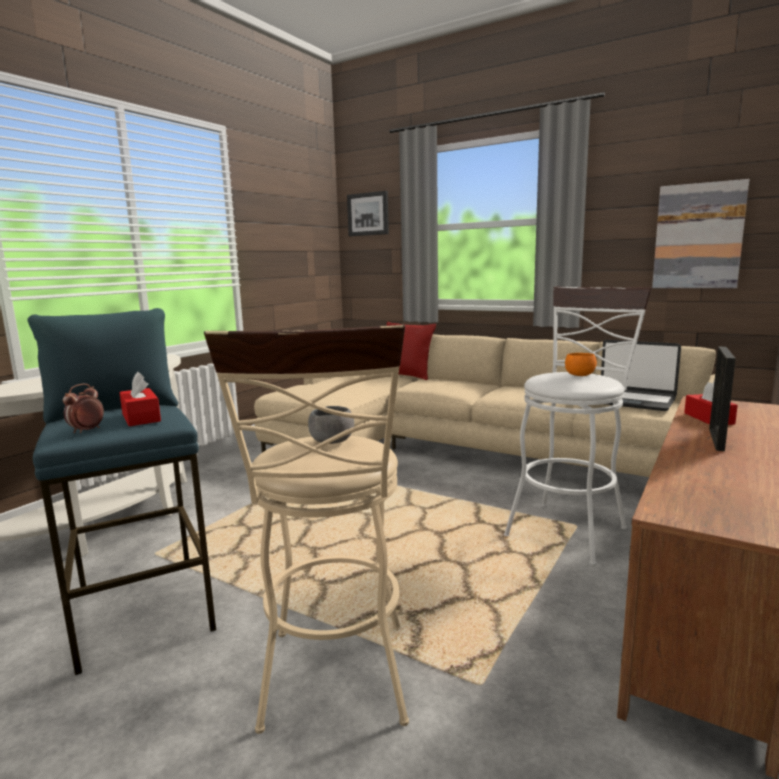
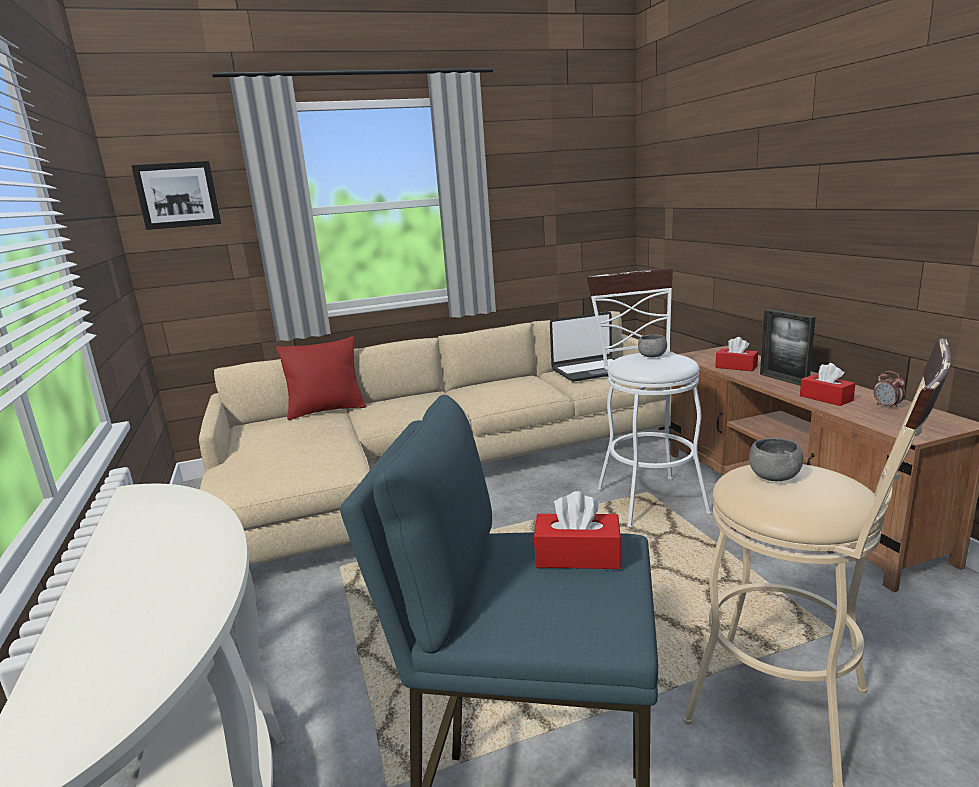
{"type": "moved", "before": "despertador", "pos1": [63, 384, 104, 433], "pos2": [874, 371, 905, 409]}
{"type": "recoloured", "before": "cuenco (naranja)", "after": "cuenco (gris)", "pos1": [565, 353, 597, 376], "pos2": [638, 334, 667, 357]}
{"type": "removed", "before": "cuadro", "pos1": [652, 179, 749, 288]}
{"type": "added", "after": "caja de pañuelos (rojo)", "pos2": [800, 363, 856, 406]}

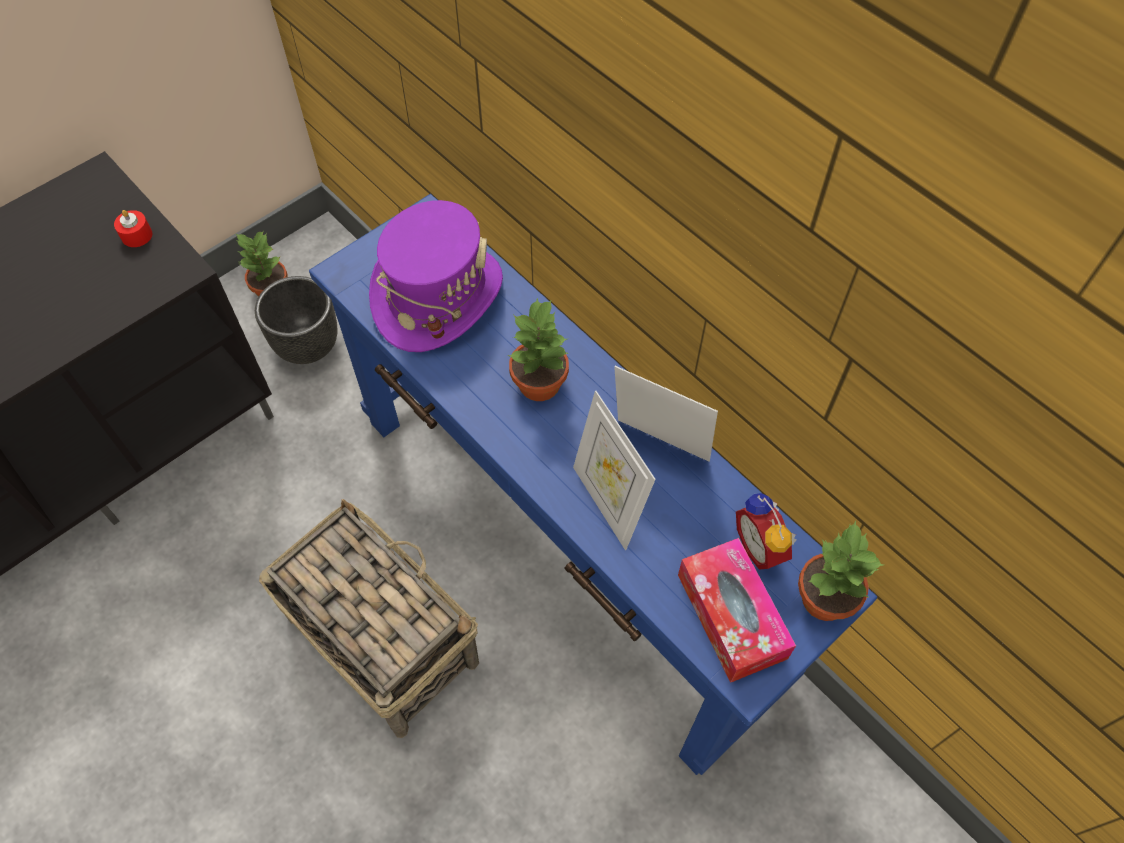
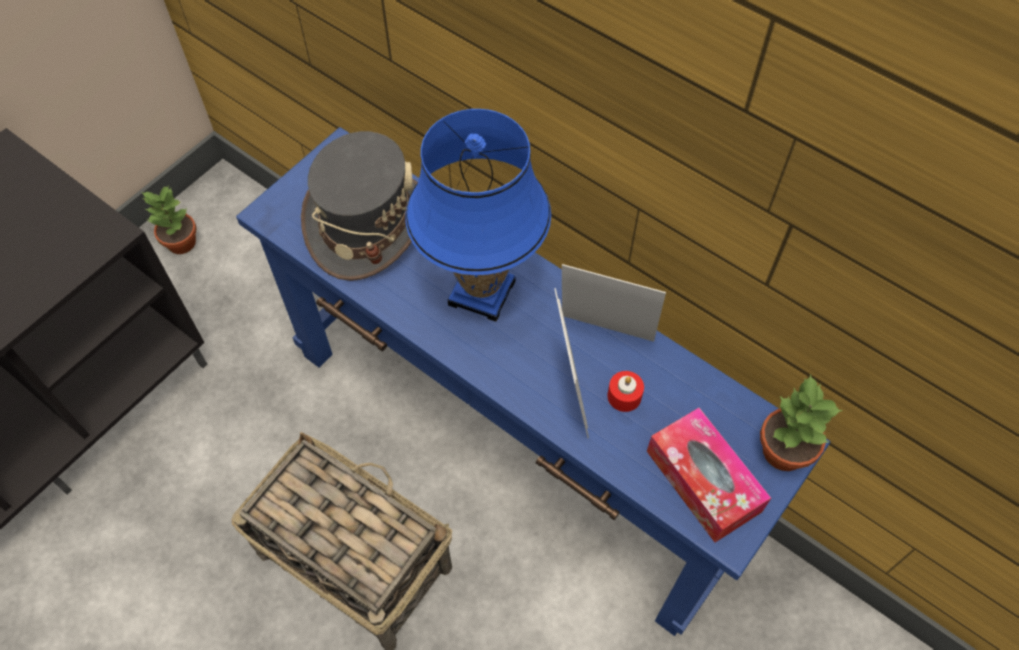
{"type": "moved", "before": "vela (rojo)", "pos1": [114, 210, 152, 247], "pos2": [607, 371, 644, 412]}
{"type": "removed", "before": "maceta (negro)", "pos1": [255, 276, 337, 364]}
{"type": "recoloured", "before": "sombrero (morado)", "after": "sombrero (gris)", "pos1": [369, 200, 503, 352], "pos2": [301, 131, 418, 281]}
{"type": "replaced", "before": "planta en maceta", "after": "lámpara de mesa (azul)", "pos1": [508, 298, 569, 401], "pos2": [405, 109, 551, 322]}
{"type": "turned", "before": "portarretratos", "pos1": [573, 391, 655, 550], "pos2": [554, 288, 589, 438], "turn": -150}
{"type": "removed", "before": "despertador", "pos1": [736, 493, 797, 569]}

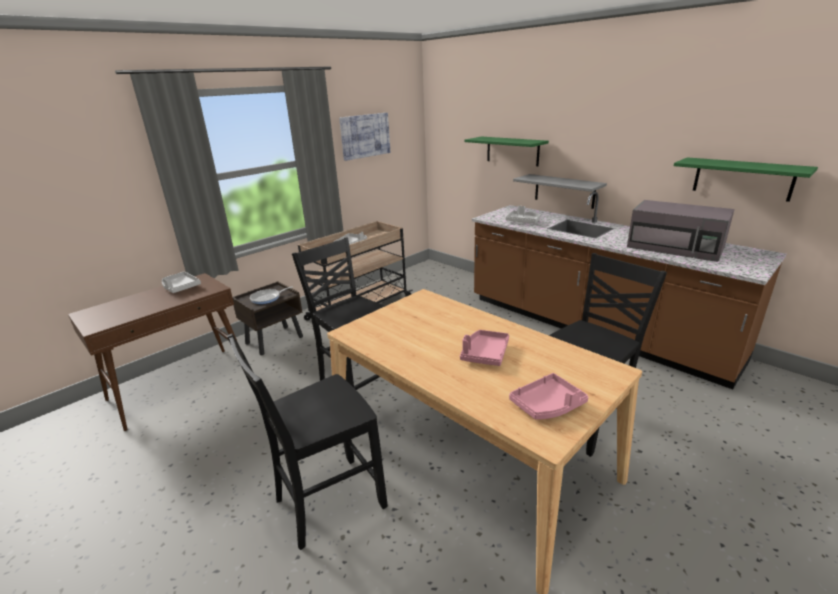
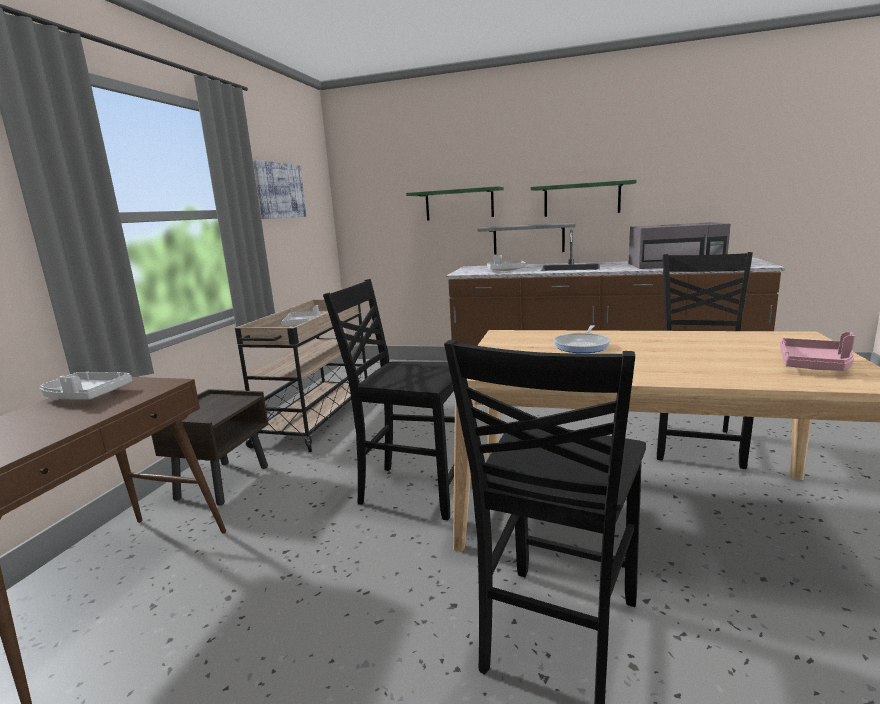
{"type": "moved", "before": "sartén", "pos1": [250, 286, 293, 304], "pos2": [554, 325, 611, 353]}
{"type": "removed", "before": "bandeja (rosa)", "pos1": [460, 330, 509, 366]}
{"type": "moved", "before": "estante (verde)", "pos1": [674, 157, 818, 202], "pos2": [531, 180, 636, 217]}

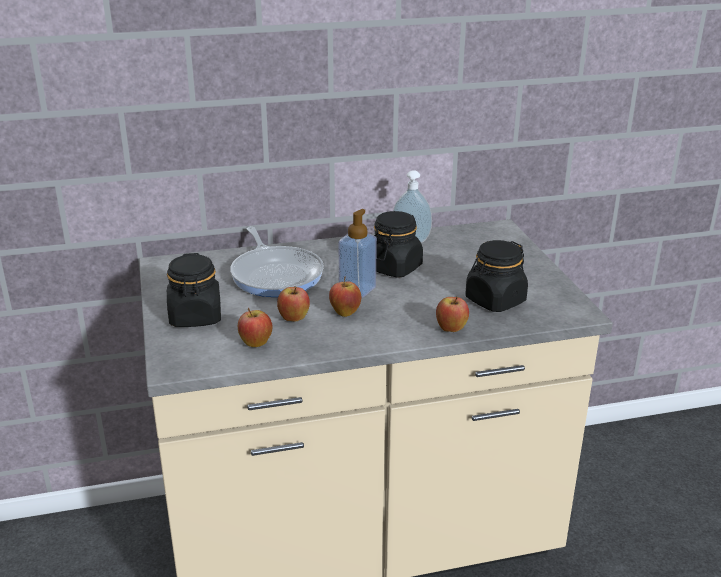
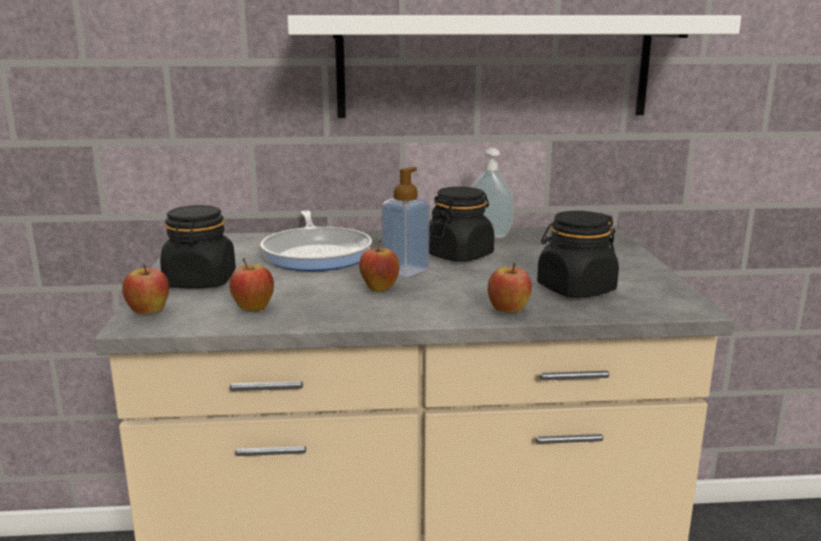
{"type": "moved", "before": "manzana", "pos1": [277, 286, 310, 322], "pos2": [122, 264, 169, 314]}
{"type": "added", "after": "estante (blanco)", "pos2": [287, 15, 741, 118]}

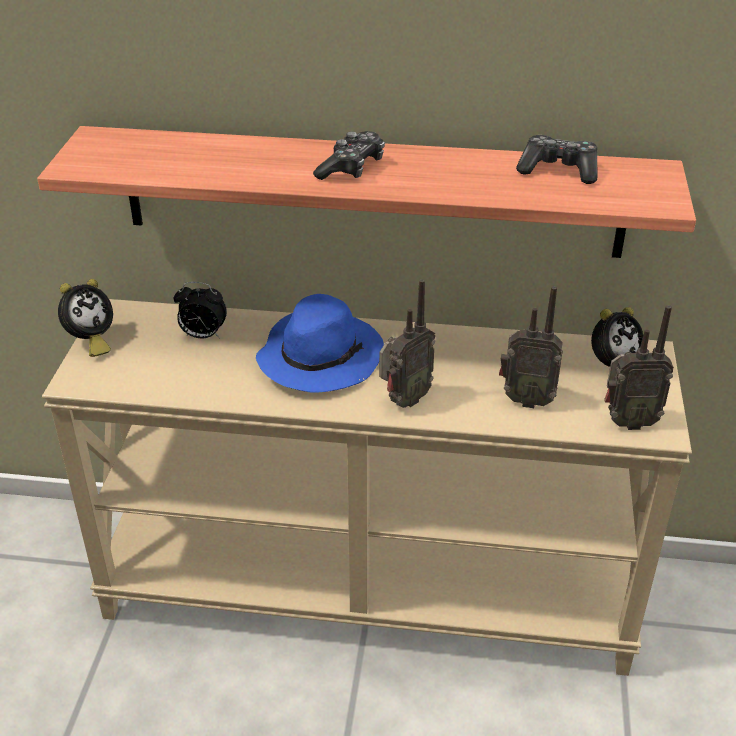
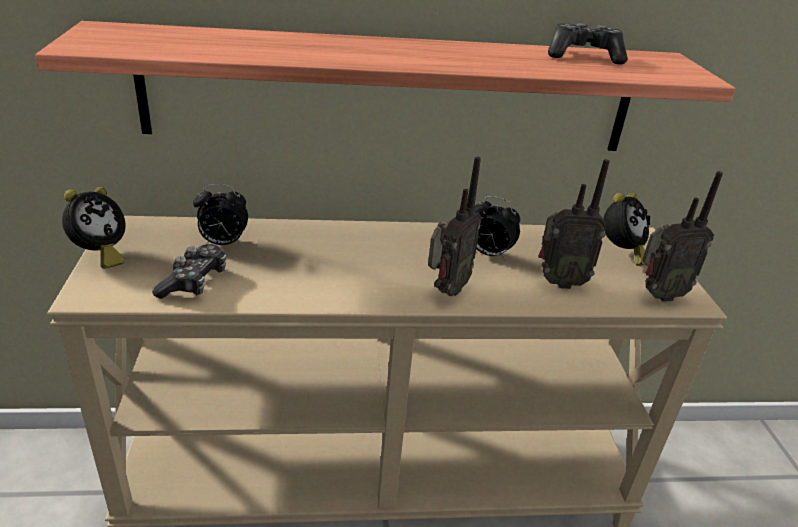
{"type": "removed", "before": "sombrero (azul)", "pos1": [256, 294, 384, 393]}
{"type": "moved", "before": "mando de consola", "pos1": [313, 131, 385, 180], "pos2": [152, 244, 227, 299]}
{"type": "added", "after": "despertador", "pos2": [475, 196, 520, 260]}

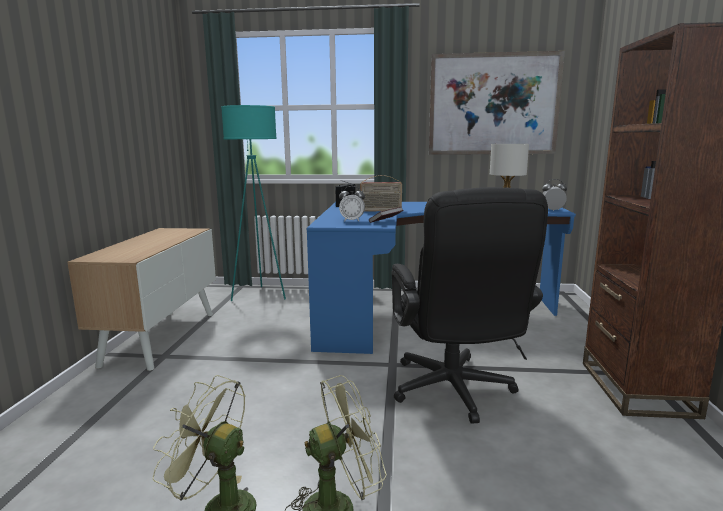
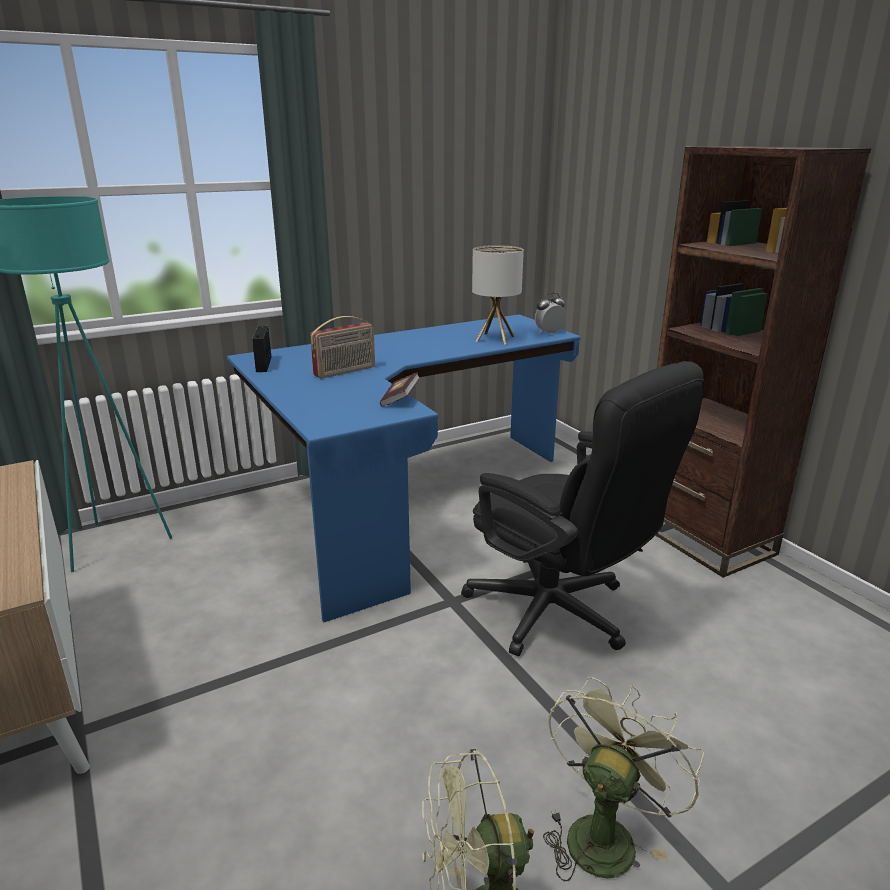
{"type": "removed", "before": "despertador", "pos1": [339, 186, 365, 222]}
{"type": "removed", "before": "cuadro", "pos1": [429, 51, 565, 155]}

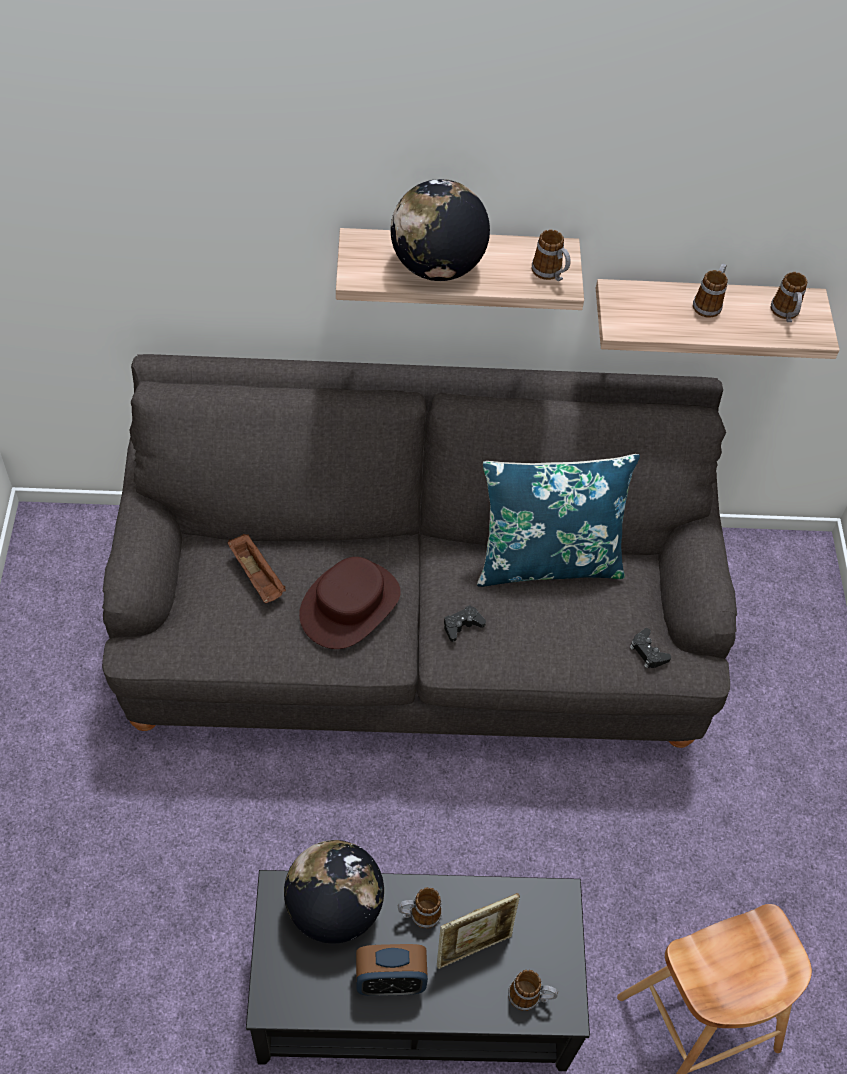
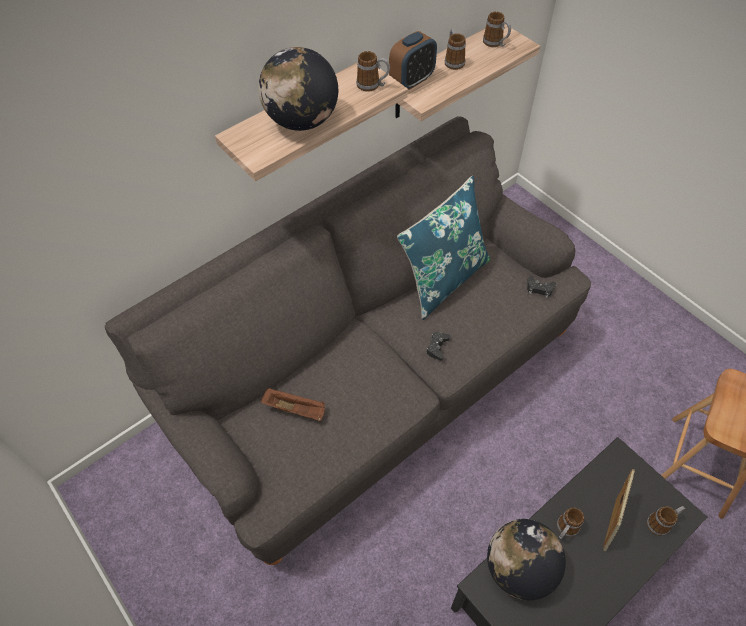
{"type": "removed", "before": "sombrero (marrón)", "pos1": [299, 557, 401, 649]}
{"type": "moved", "before": "despertador", "pos1": [356, 944, 428, 996], "pos2": [389, 31, 437, 90]}

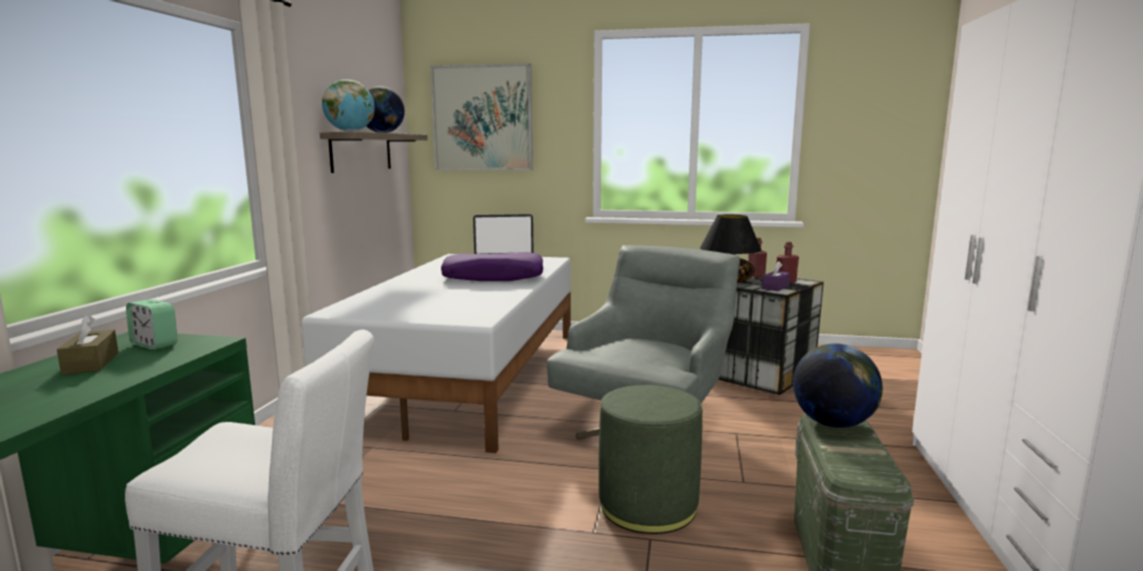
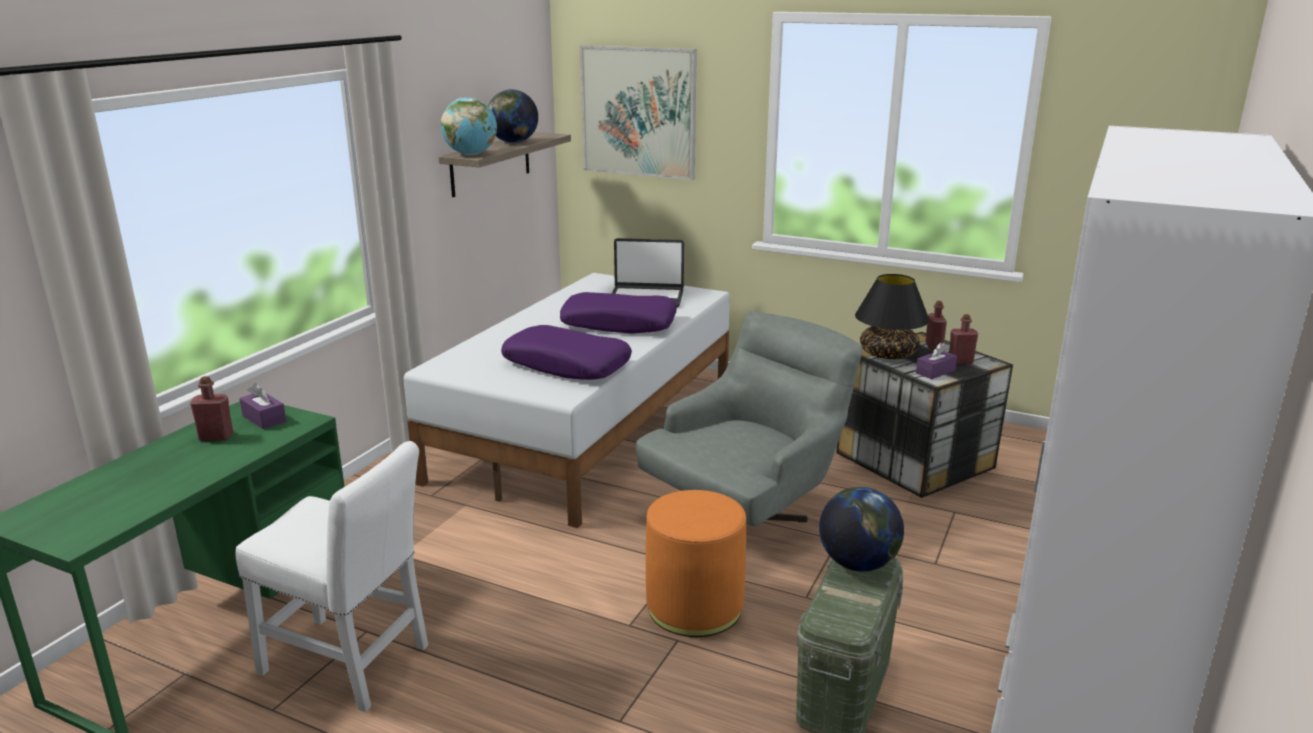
{"type": "replaced", "before": "caja de pañuelos (marrón)", "after": "botella (rojo)", "pos1": [57, 314, 119, 375], "pos2": [190, 376, 233, 441]}
{"type": "replaced", "before": "despertador", "after": "caja de pañuelos (morado)", "pos1": [126, 299, 178, 350], "pos2": [239, 383, 286, 429]}
{"type": "recoloured", "before": "puf (verde)", "after": "puf (naranja)", "pos1": [599, 385, 702, 534], "pos2": [646, 490, 746, 637]}
{"type": "added", "after": "cojín (morado)", "pos2": [501, 325, 632, 380]}

